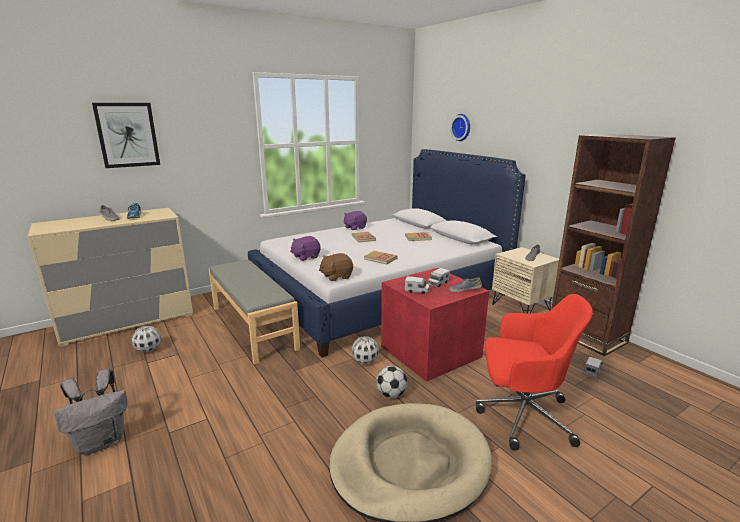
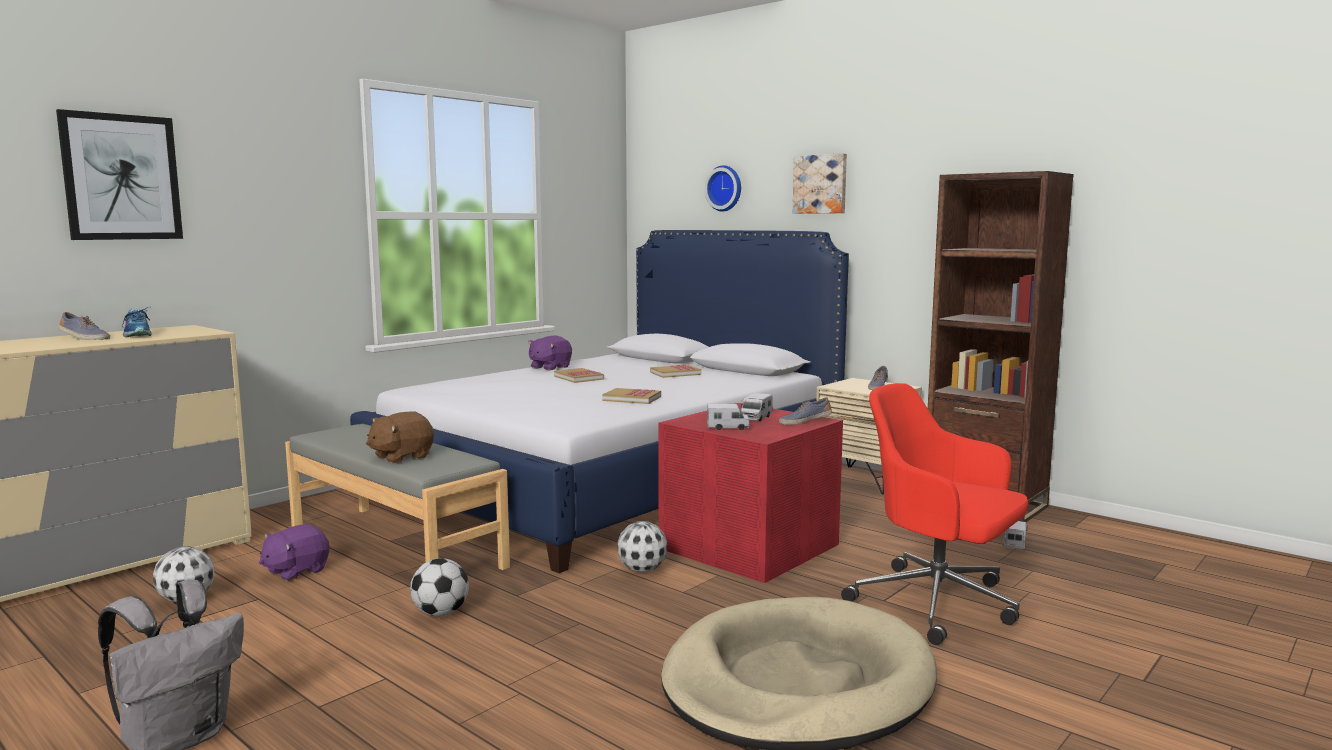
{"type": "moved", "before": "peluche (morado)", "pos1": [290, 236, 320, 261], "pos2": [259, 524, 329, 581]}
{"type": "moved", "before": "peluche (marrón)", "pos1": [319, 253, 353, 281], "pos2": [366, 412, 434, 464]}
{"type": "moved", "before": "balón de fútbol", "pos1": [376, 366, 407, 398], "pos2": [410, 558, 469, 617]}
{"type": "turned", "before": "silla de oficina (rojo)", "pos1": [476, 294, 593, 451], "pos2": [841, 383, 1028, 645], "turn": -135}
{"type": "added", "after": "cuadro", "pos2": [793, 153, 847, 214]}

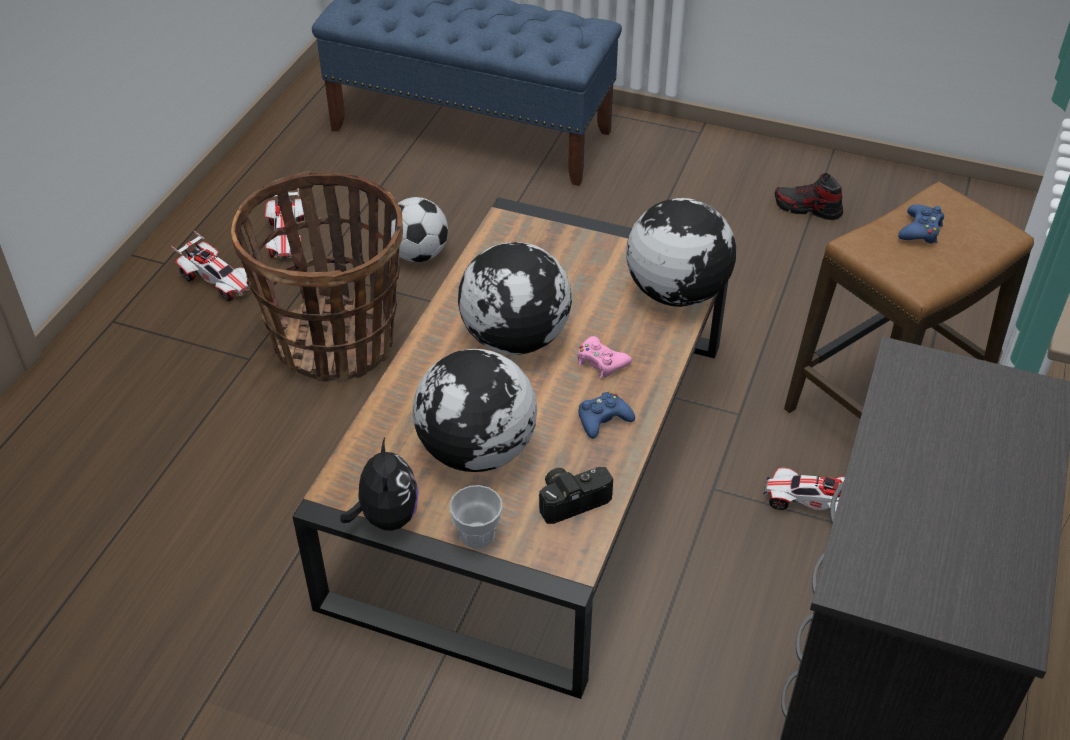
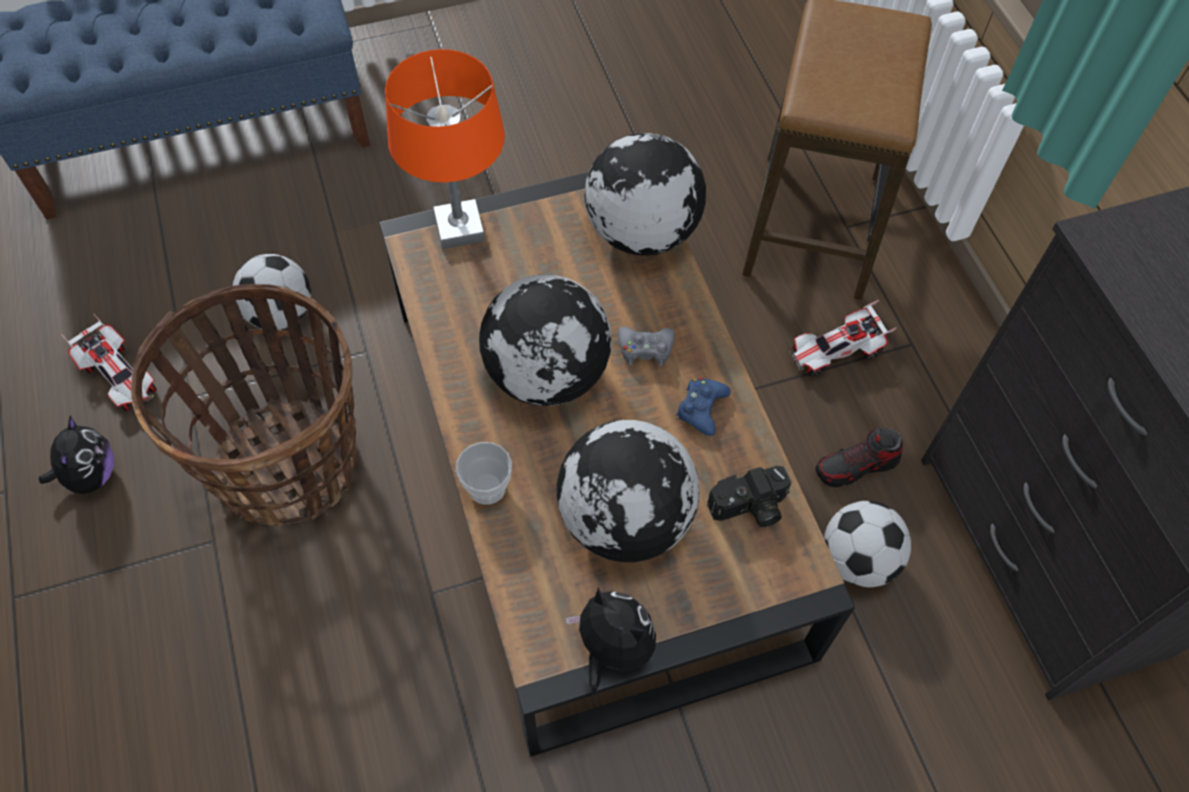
{"type": "replaced", "before": "coche de juguete", "after": "peluche", "pos1": [171, 231, 250, 301], "pos2": [39, 415, 114, 494]}
{"type": "moved", "before": "taza", "pos1": [449, 485, 503, 549], "pos2": [456, 442, 512, 505]}
{"type": "turned", "before": "cámara", "pos1": [539, 467, 613, 524], "pos2": [707, 466, 791, 527], "turn": -135}
{"type": "recoloured", "before": "mando de consola (rosa)", "after": "mando de consola (gris)", "pos1": [577, 336, 632, 378], "pos2": [618, 327, 675, 366]}
{"type": "moved", "before": "zapato", "pos1": [775, 173, 843, 220], "pos2": [815, 427, 903, 487]}
{"type": "removed", "before": "mando de consola (azul)", "pos1": [898, 204, 944, 244]}
{"type": "added", "after": "lámpara de mesa (naranja)", "pos2": [385, 49, 505, 249]}
{"type": "added", "after": "balón de fútbol", "pos2": [824, 501, 911, 587]}

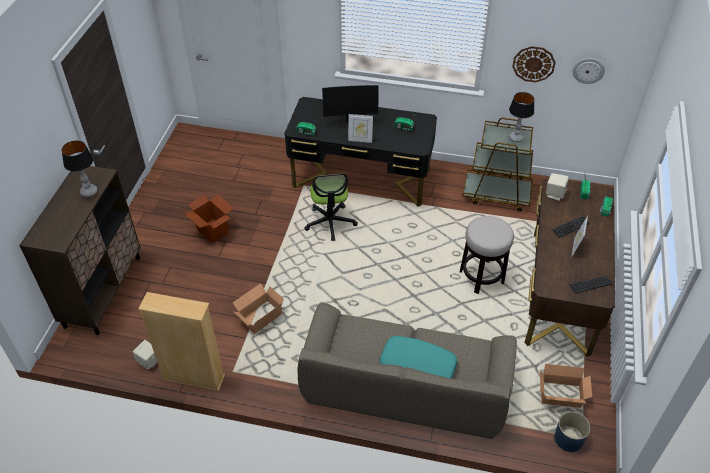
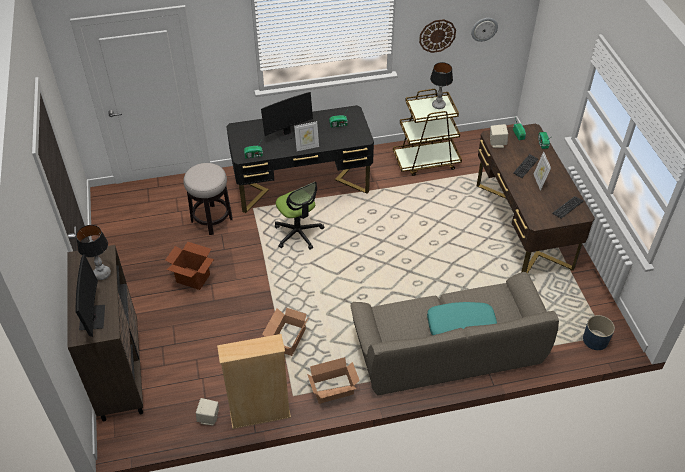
{"type": "moved", "before": "taburete", "pos1": [460, 216, 514, 294], "pos2": [184, 163, 232, 235]}
{"type": "moved", "before": "caja de cartón", "pos1": [540, 364, 592, 408], "pos2": [307, 357, 360, 404]}
{"type": "added", "after": "monitor", "pos2": [76, 254, 105, 337]}

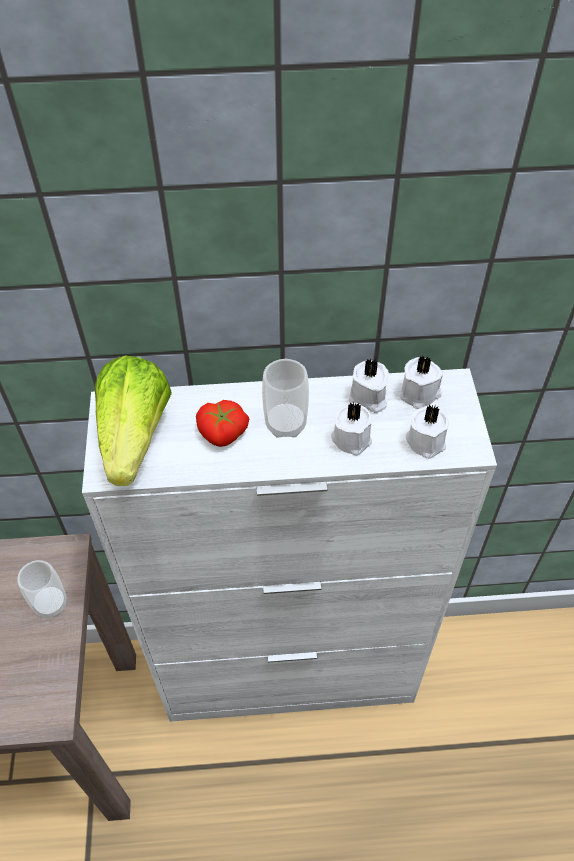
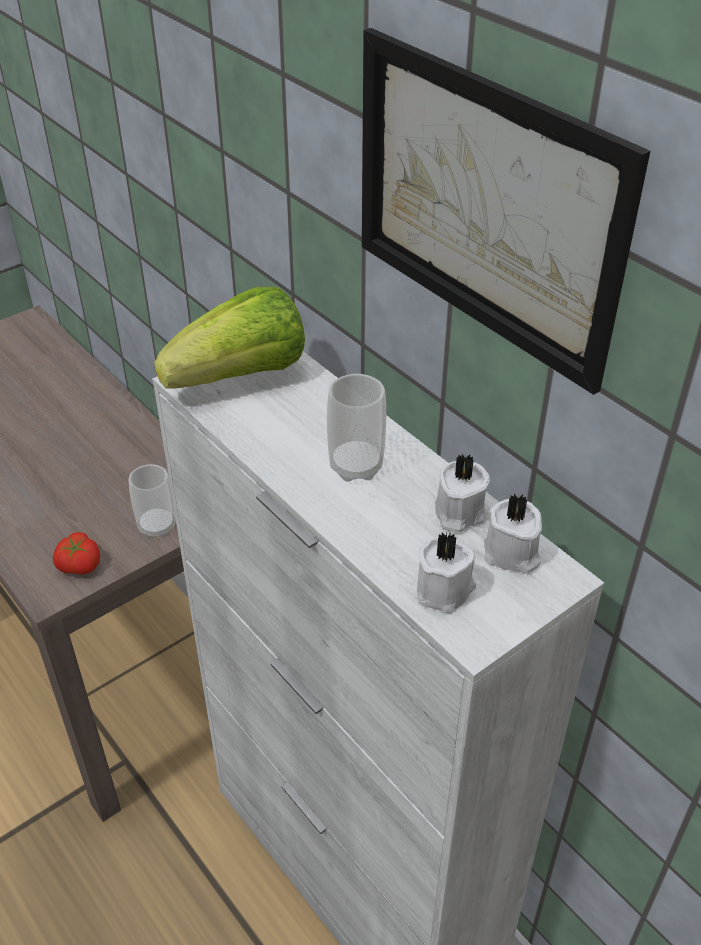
{"type": "moved", "before": "tomate", "pos1": [196, 400, 249, 447], "pos2": [53, 532, 100, 575]}
{"type": "removed", "before": "vela (blanco)", "pos1": [331, 402, 372, 455]}
{"type": "added", "after": "cuadro", "pos2": [362, 28, 650, 395]}

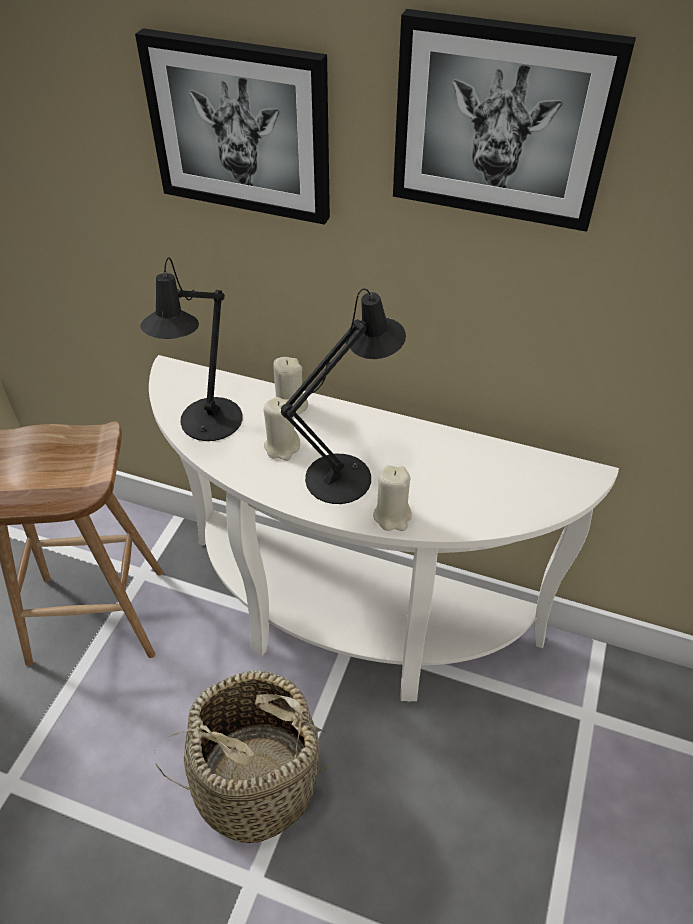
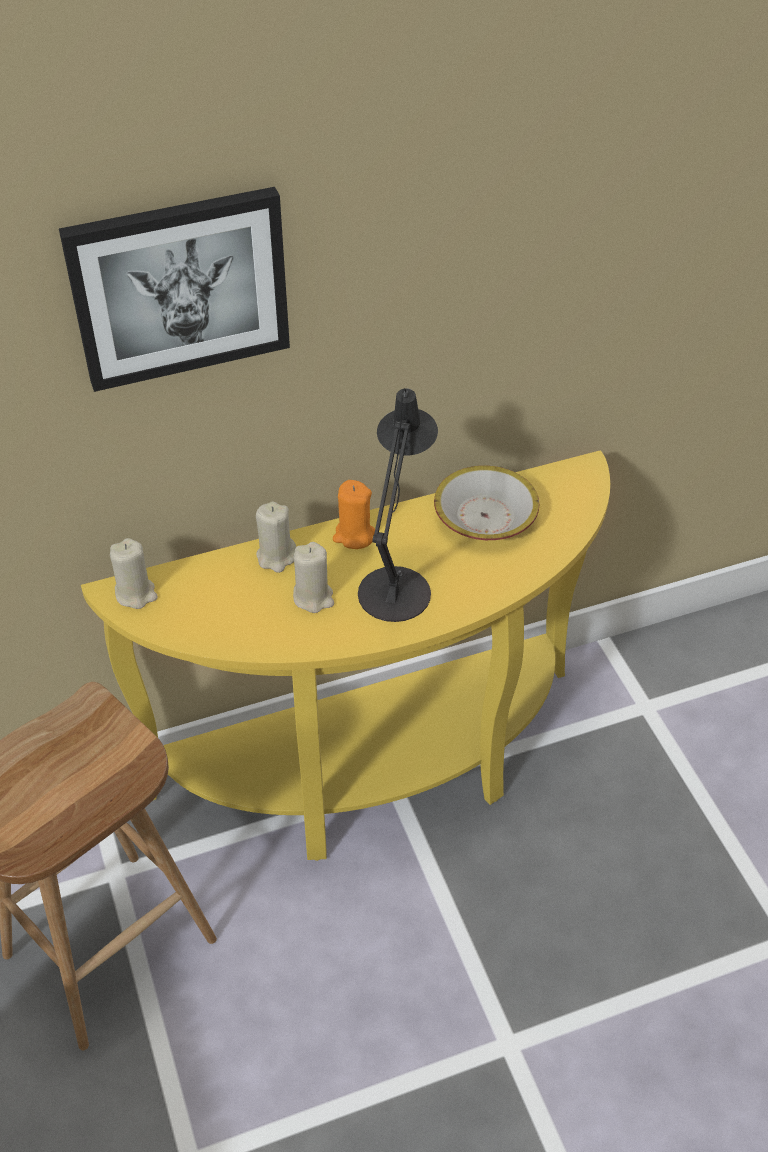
{"type": "removed", "before": "lámpara de mesa (negro)", "pos1": [140, 257, 243, 441]}
{"type": "recoloured", "before": "mesa consola (blanco)", "after": "mesa consola (amarillo)", "pos1": [149, 355, 619, 702], "pos2": [81, 450, 610, 861]}
{"type": "removed", "before": "cesta", "pos1": [154, 670, 334, 843]}
{"type": "moved", "before": "vela (beis)", "pos1": [373, 465, 412, 531], "pos2": [110, 538, 158, 609]}
{"type": "removed", "before": "cuadro", "pos1": [393, 9, 636, 232]}
{"type": "added", "after": "vela (naranja)", "pos2": [333, 480, 375, 549]}
{"type": "added", "after": "cuenco", "pos2": [434, 465, 539, 540]}

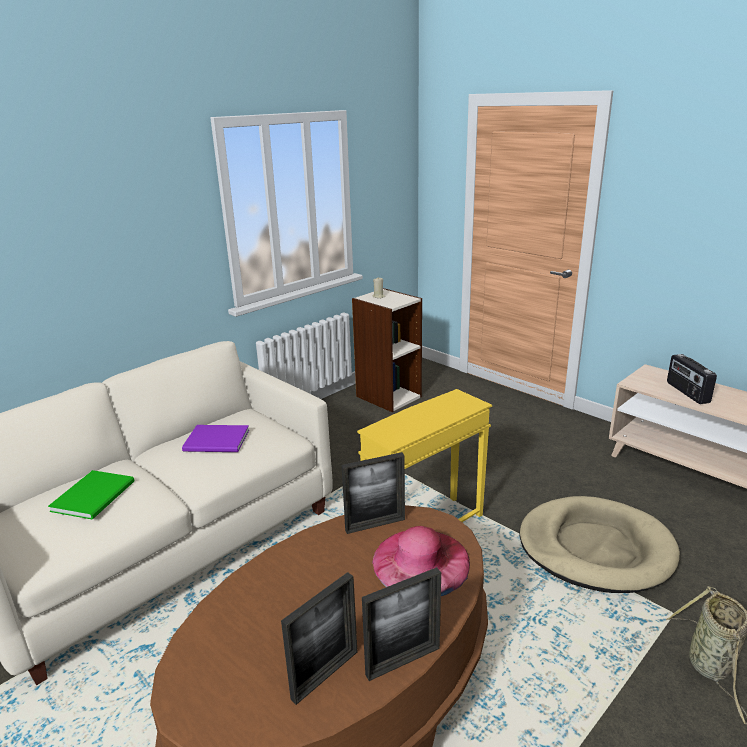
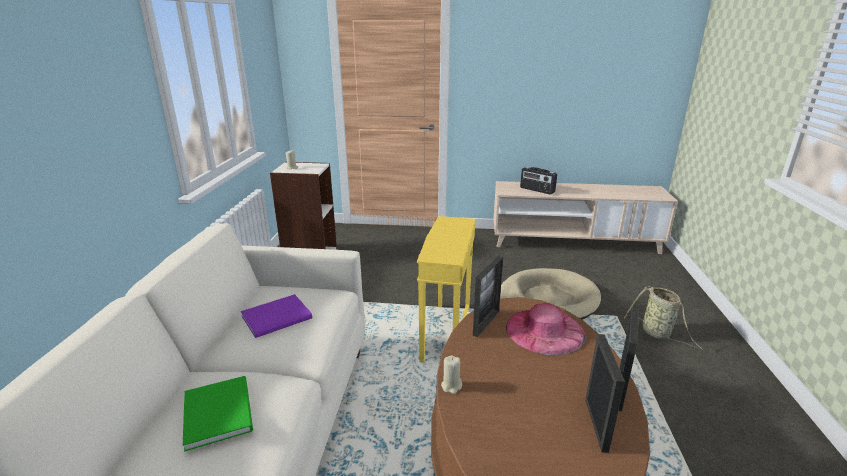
{"type": "added", "after": "vela (beis)", "pos2": [441, 355, 462, 394]}

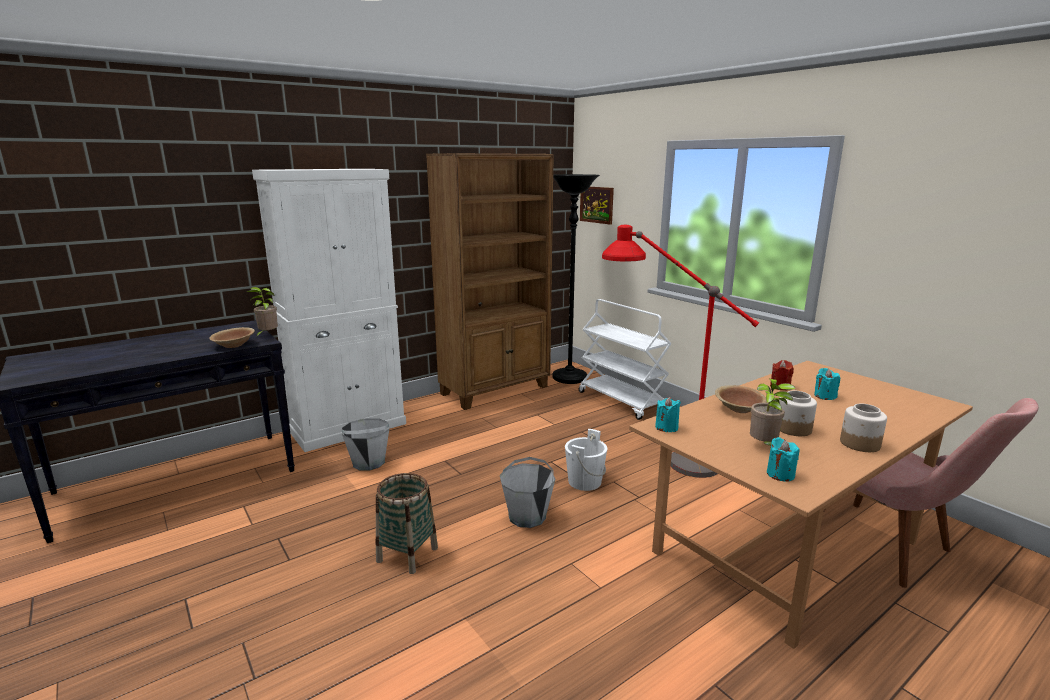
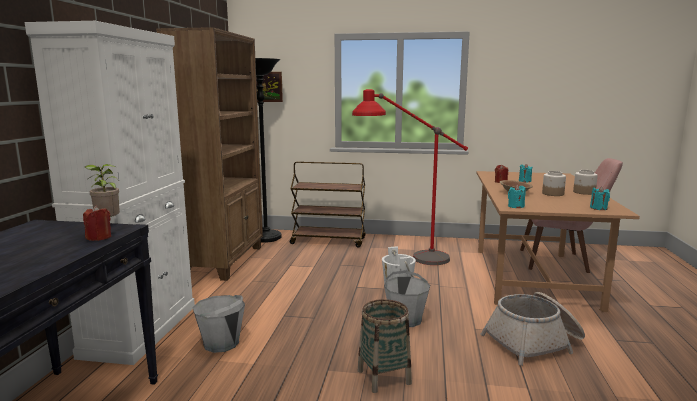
{"type": "replaced", "before": "cuenco (marrón)", "after": "vela (rojo)", "pos1": [209, 327, 255, 348], "pos2": [83, 205, 111, 241]}
{"type": "recoloured", "before": "carrito (blanco)", "after": "carrito (marrón)", "pos1": [579, 299, 672, 420], "pos2": [290, 161, 366, 248]}
{"type": "removed", "before": "planta en maceta", "pos1": [750, 378, 795, 446]}
{"type": "added", "after": "cesta", "pos2": [480, 292, 585, 366]}

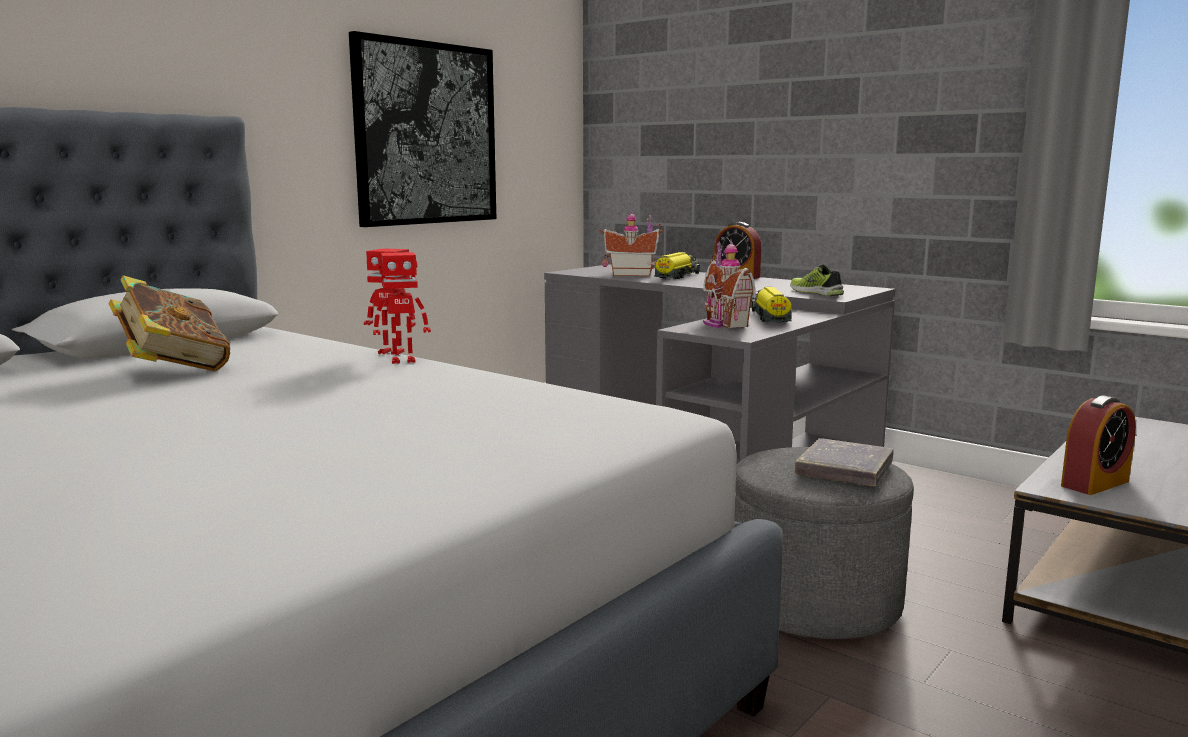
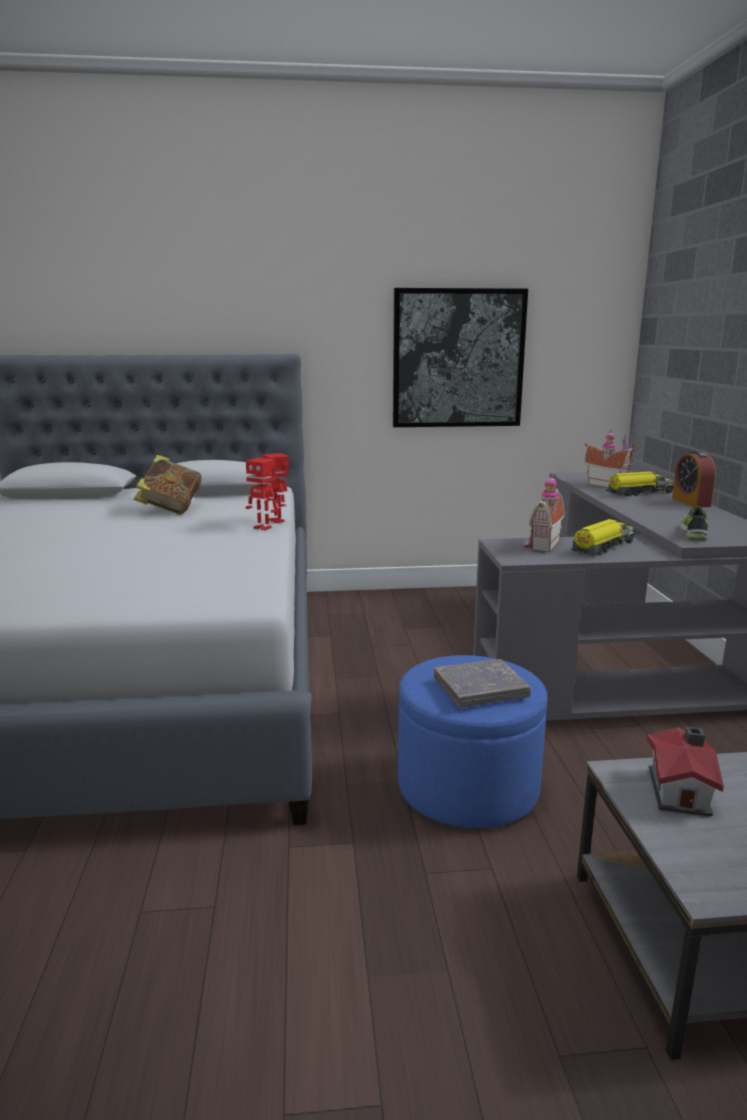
{"type": "recoloured", "before": "puf (gris)", "after": "puf (azul)", "pos1": [734, 447, 914, 639], "pos2": [398, 655, 548, 829]}
{"type": "replaced", "before": "despertador", "after": "casita", "pos1": [1061, 396, 1136, 495], "pos2": [647, 727, 724, 816]}

